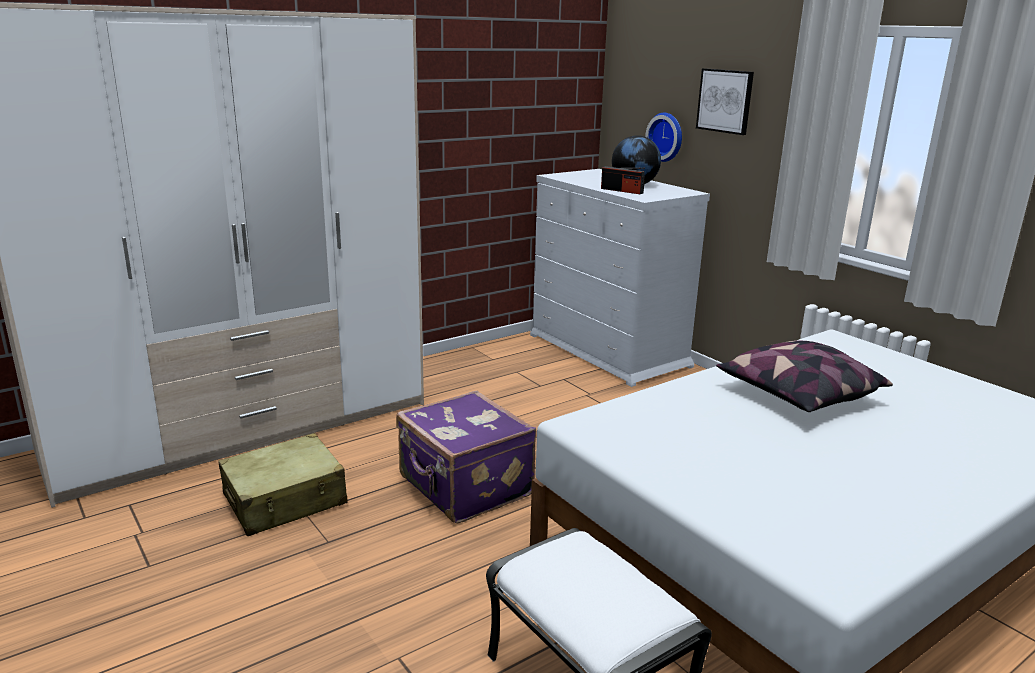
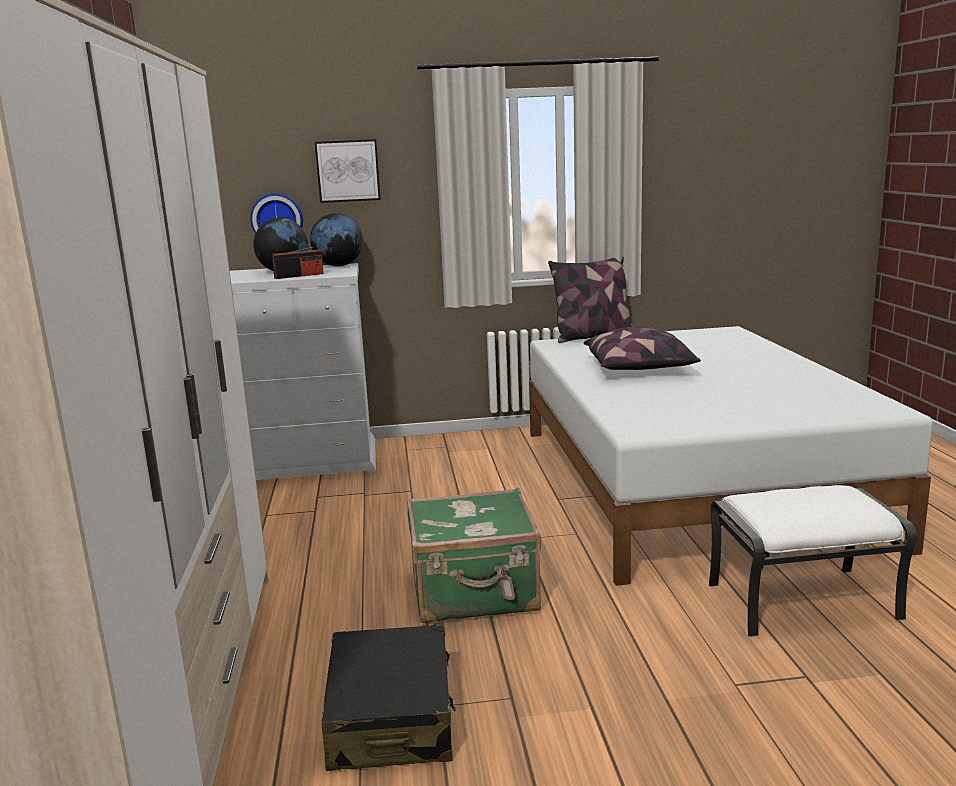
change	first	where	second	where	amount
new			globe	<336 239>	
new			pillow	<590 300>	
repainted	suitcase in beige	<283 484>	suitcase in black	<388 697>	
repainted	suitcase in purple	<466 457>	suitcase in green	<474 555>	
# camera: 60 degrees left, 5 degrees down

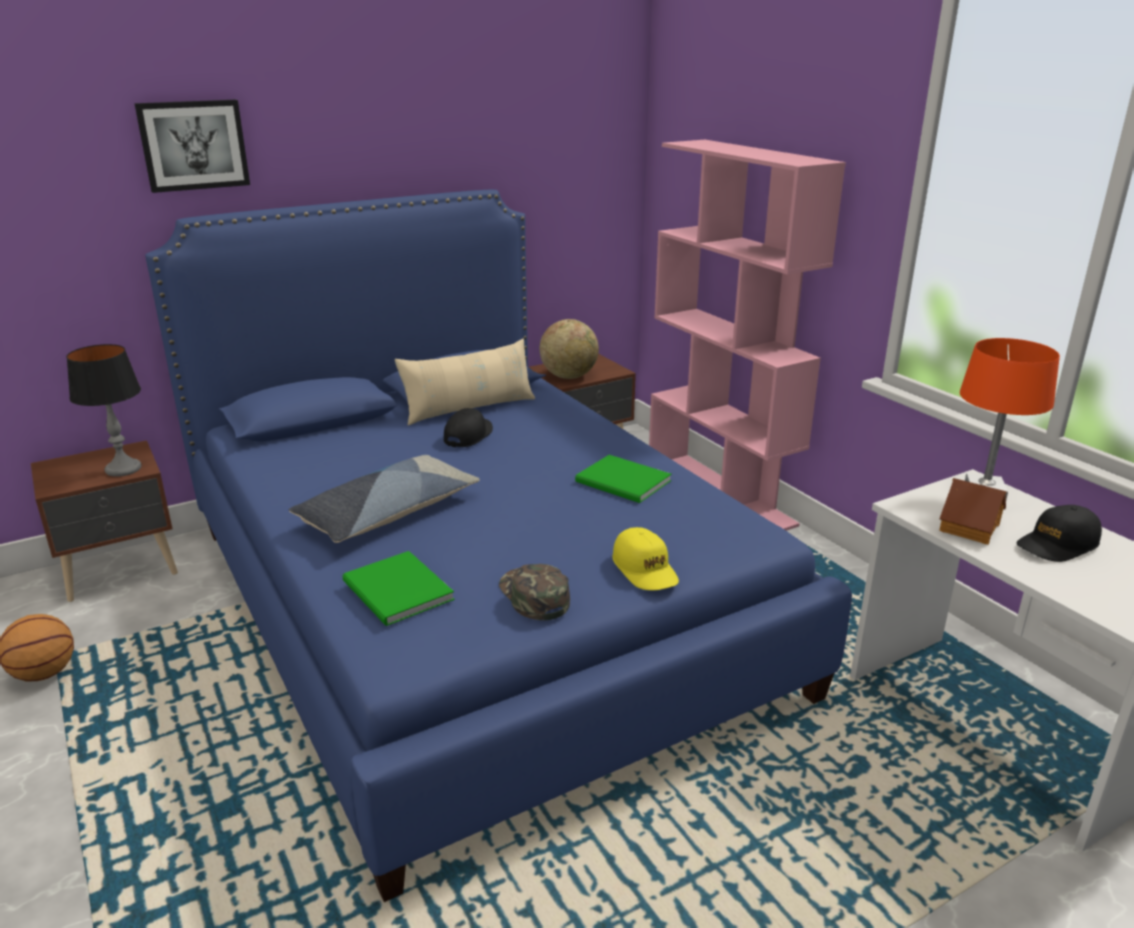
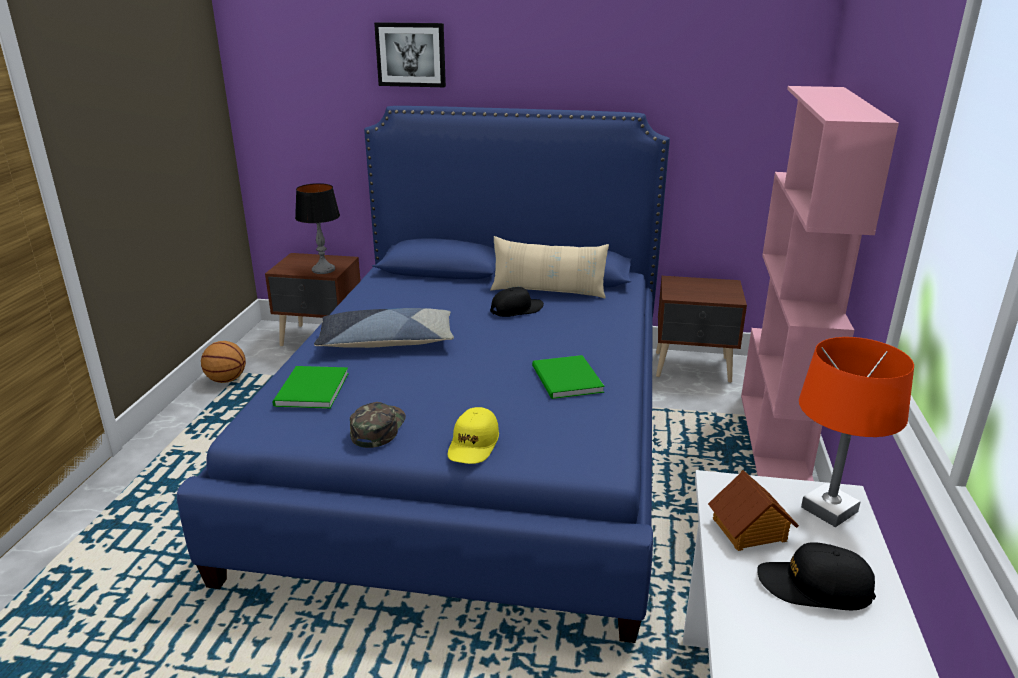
change	first	where	second	where	amount
gone	globe	<569 349>			
# camera: 40 degrees right, 0 degrees up

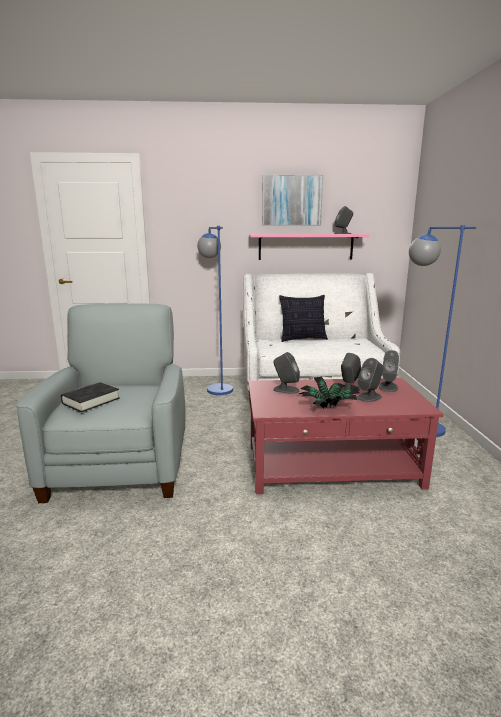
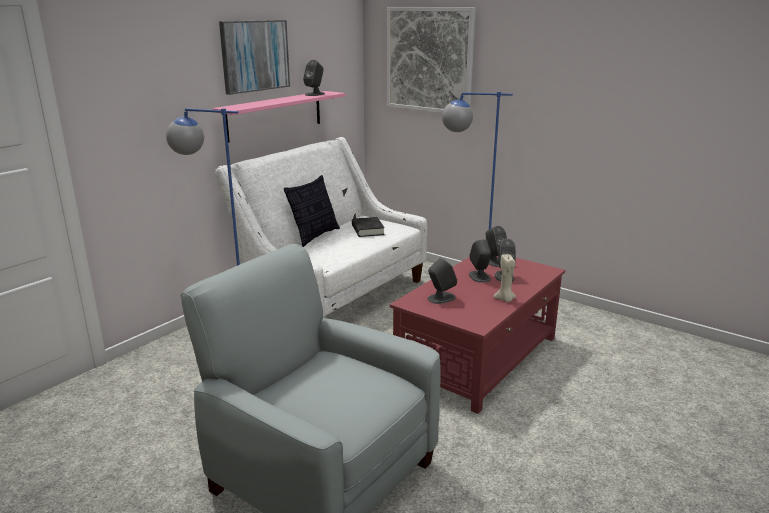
change	first	where	second	where	amount
new			picture	<431 60>	
shifted	book in black	<90 397>		<368 227>	
swapped	potted plant	<329 392>	candle in beige	<505 278>	
# camera: 50 degrees left, 5 degrees up

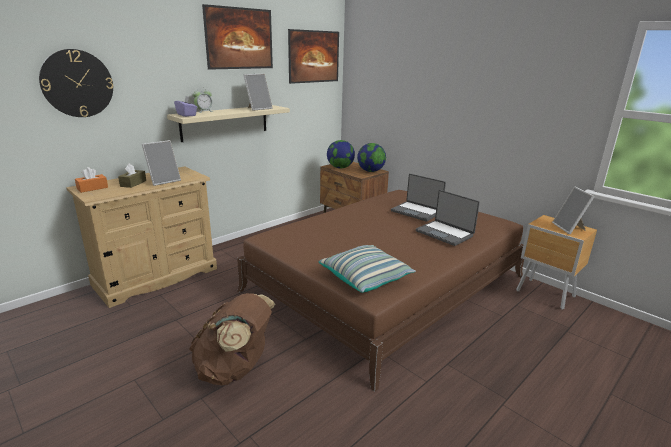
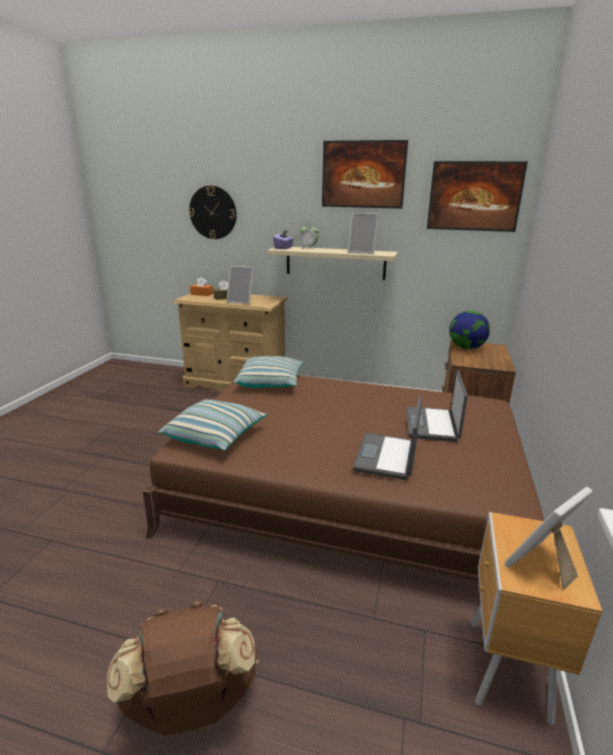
change	first	where	second	where	amount
gone	globe	<371 157>			
new			pillow	<269 372>	
shifted	backpack in brown	<232 339>		<183 668>	
# camera: 60 degrees right, 0 degrees up

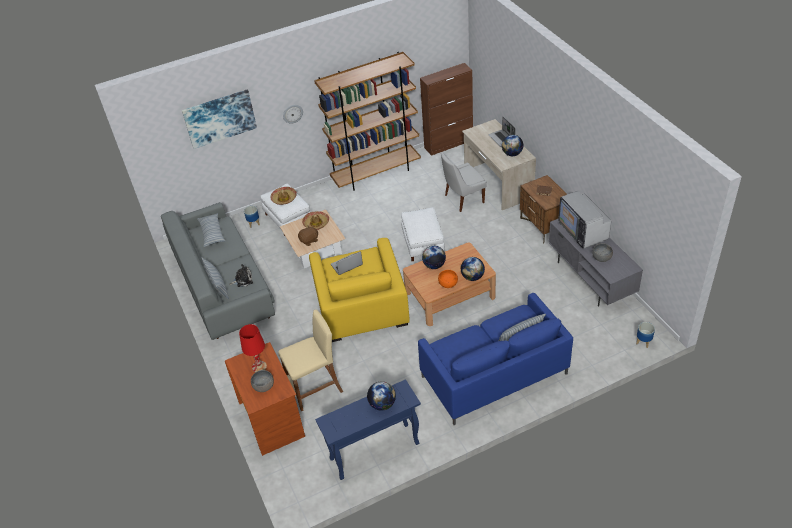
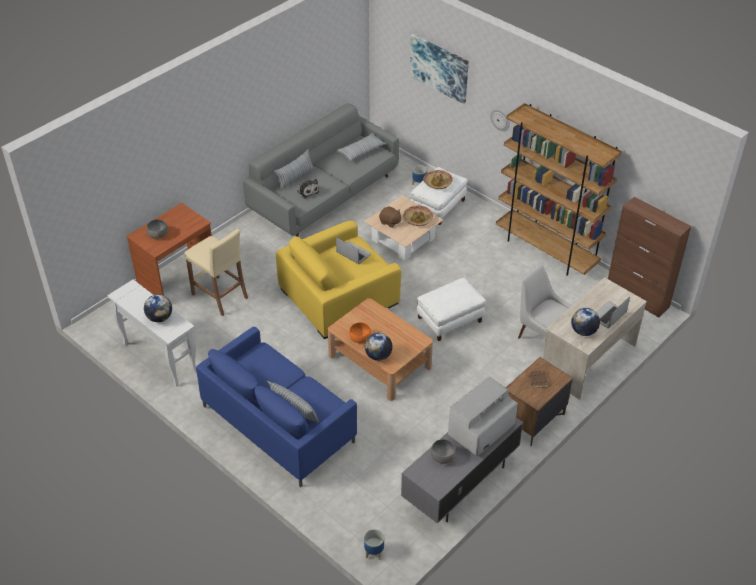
change	first	where	second	where	amount
gone	table lamp in red	<253 348>			
gone	globe	<434 257>			
repainted	console table in blue	<368 429>	console table in white	<152 333>	
# camera: 65 degrees right, 0 degrees up

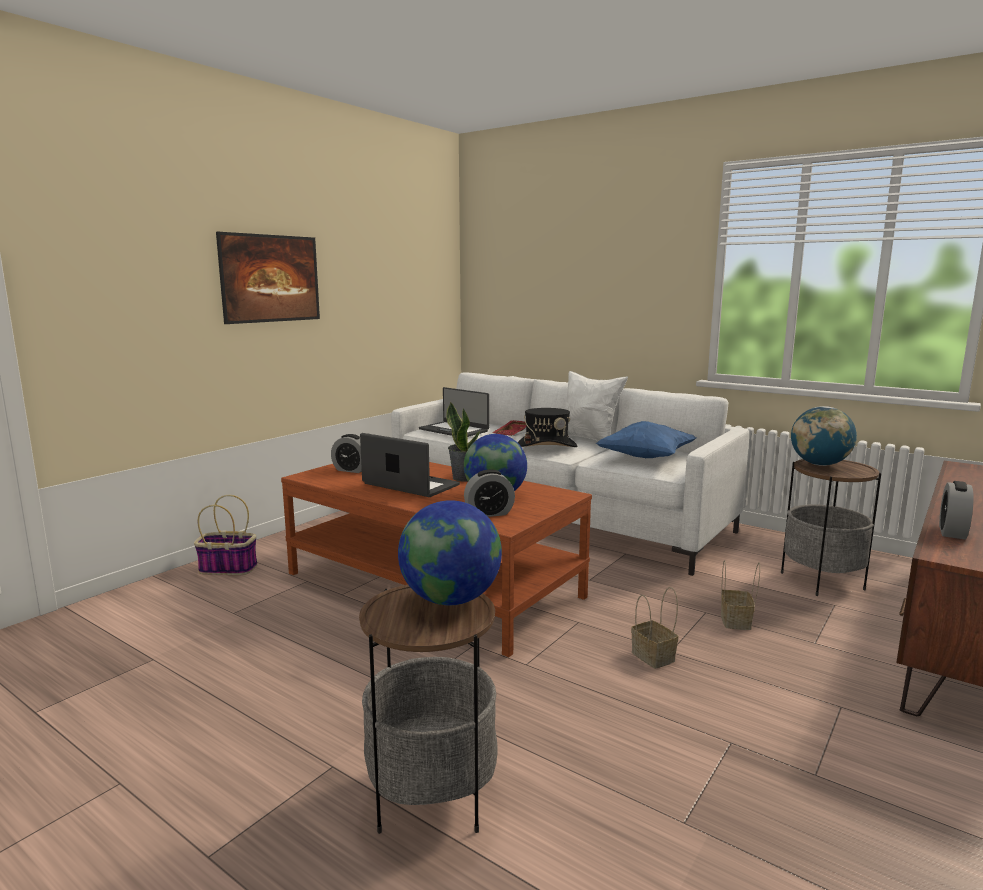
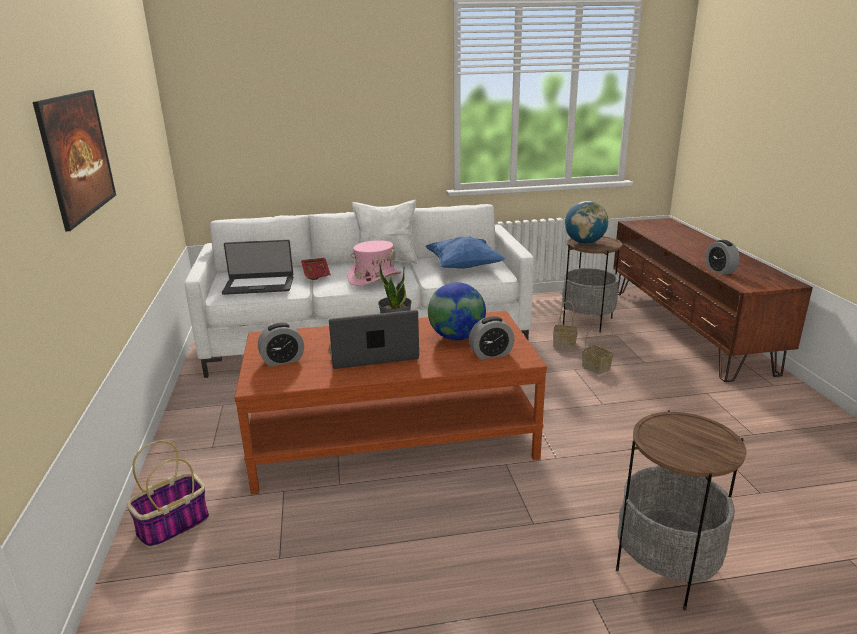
change	first	where	second	where	amount
gone	globe	<450 552>			
shifted	basket	<654 628>		<565 325>	
repainted	hat in black	<547 427>	hat in pink	<375 263>	
rotated	alarm clock	<489 493>		<492 337>	45 degrees clockwise
# camera: 45 degrees left, 10 degrees up

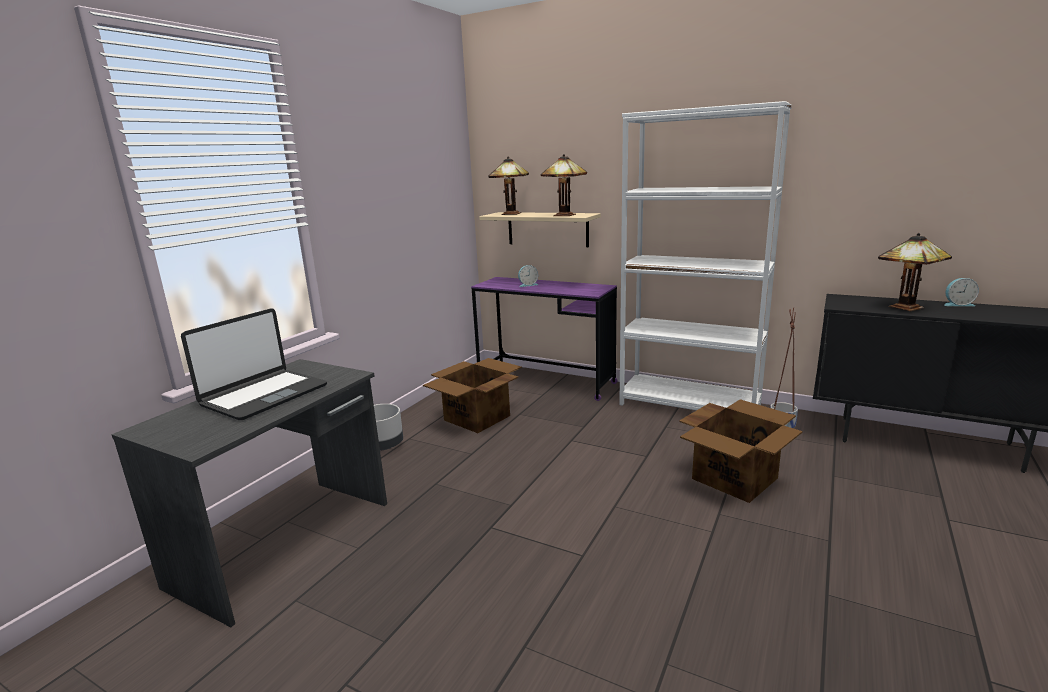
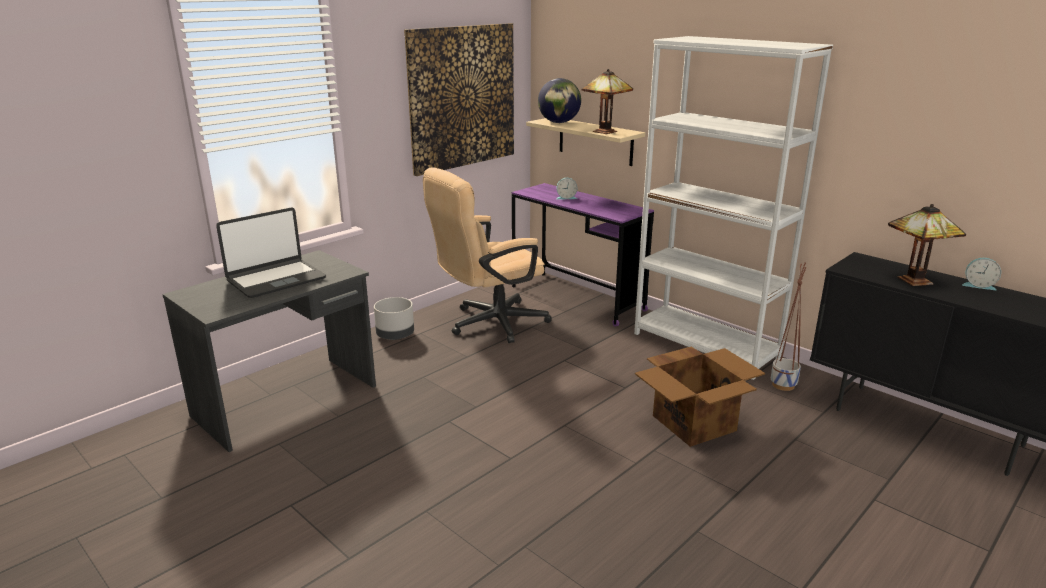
change	first	where	second	where	amount
new			picture	<459 99>	
swapped	cardboard box	<472 395>	office chair in beige	<487 255>	
swapped	table lamp	<508 185>	globe	<559 100>	
# camera: 15 degrees right, 5 degrees up

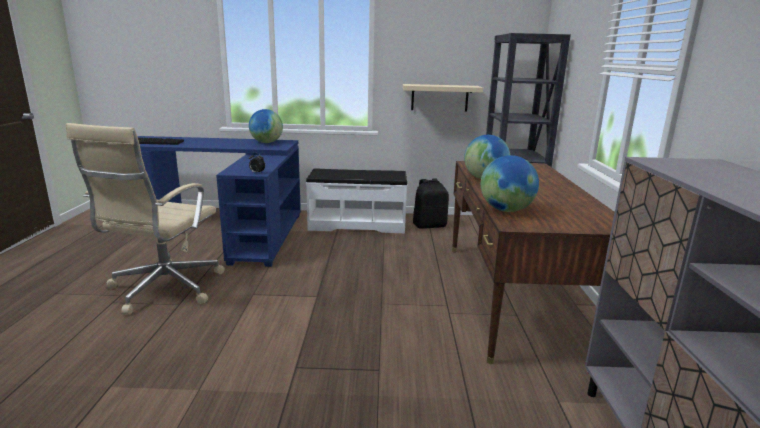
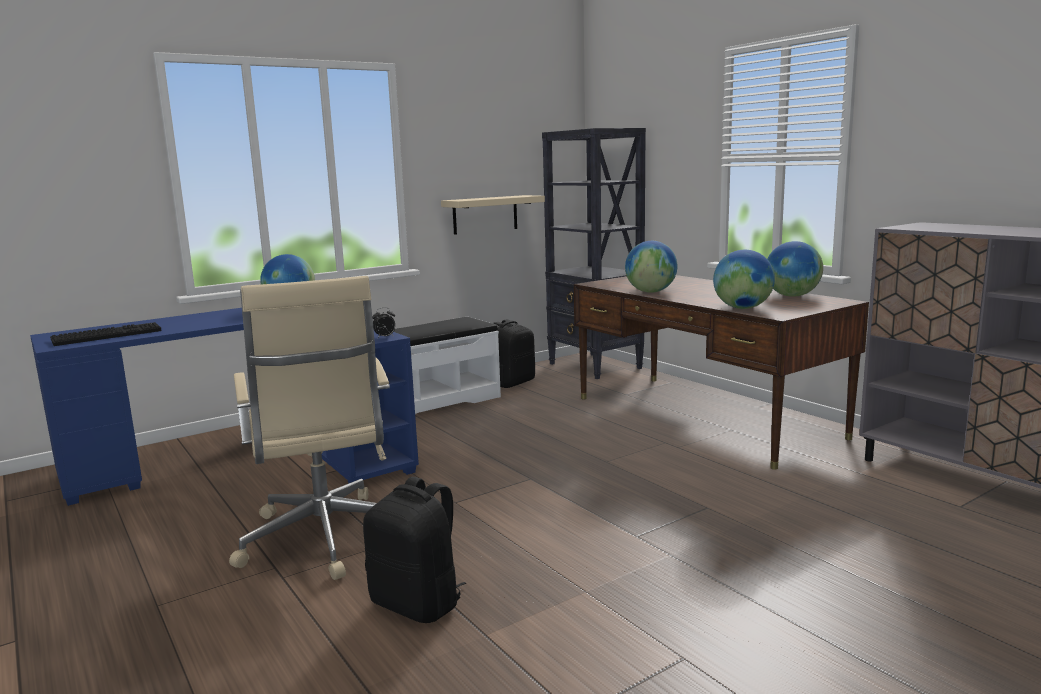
change	first	where	second	where	amount
new			backpack in black	<414 550>	
new			globe	<795 269>	
# camera: 35 degrees left, 5 degrees down

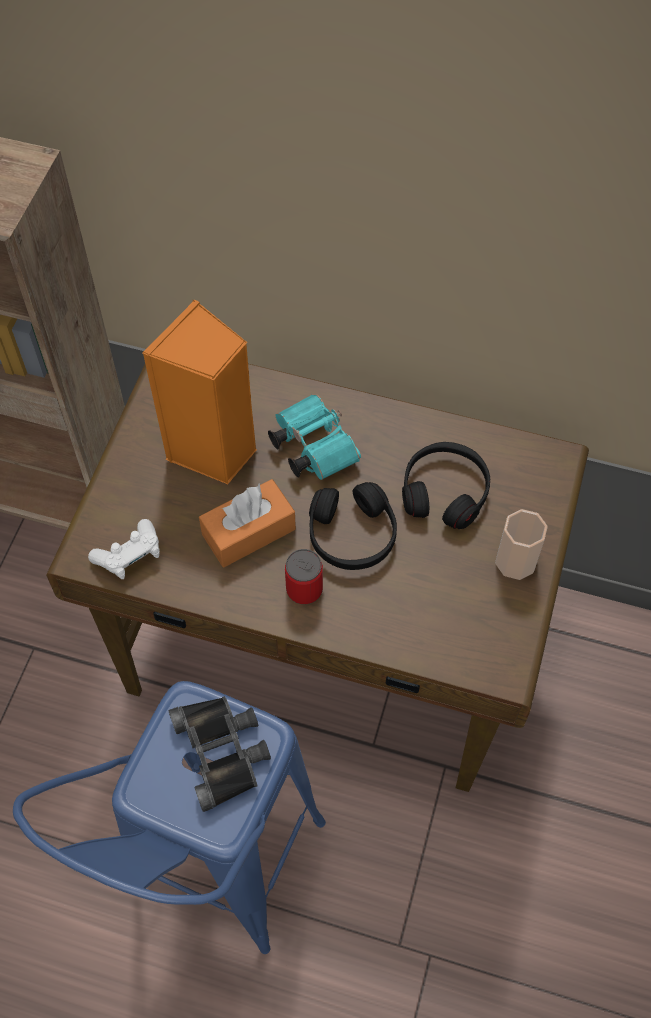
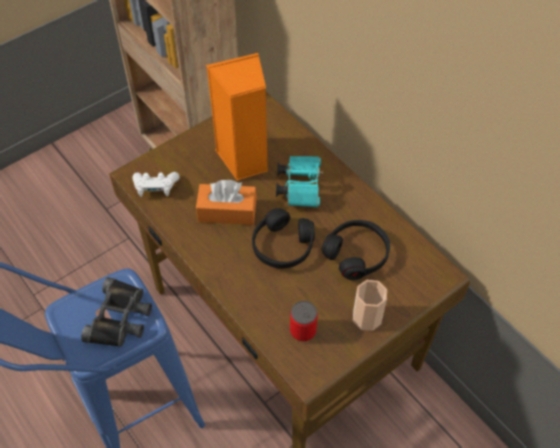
change	first	where	second	where	amount
shifted	can	<304 576>		<304 321>	
# camera: 35 degrees right, 5 degrees down

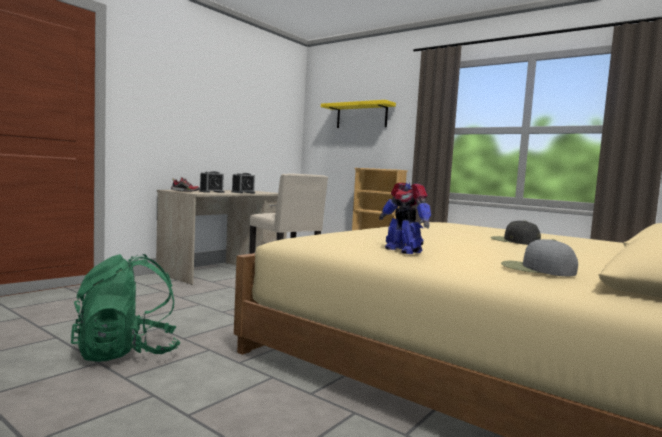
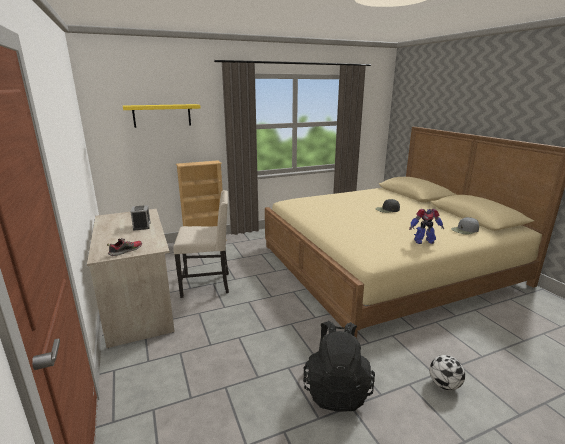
change	first	where	second	where	amount
gone	alarm clock	<211 182>			
new			football	<447 372>	
repainted	backpack in green	<126 308>	backpack in black	<339 366>	
# camera: 60 degrees left, 15 degrees up

